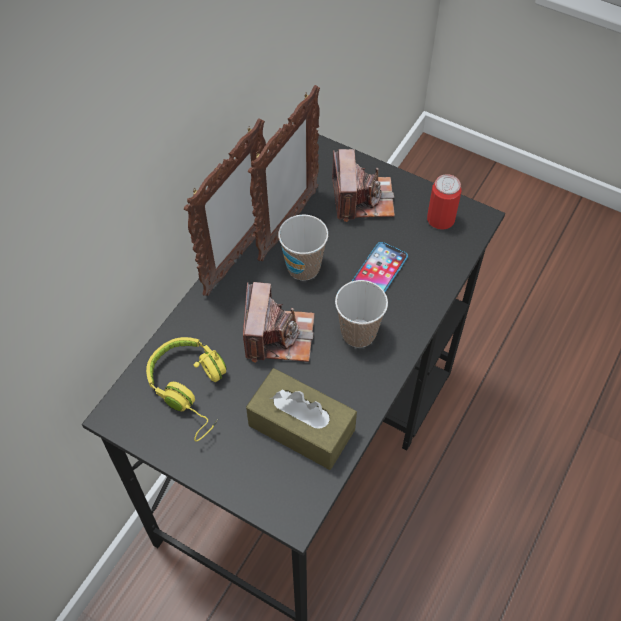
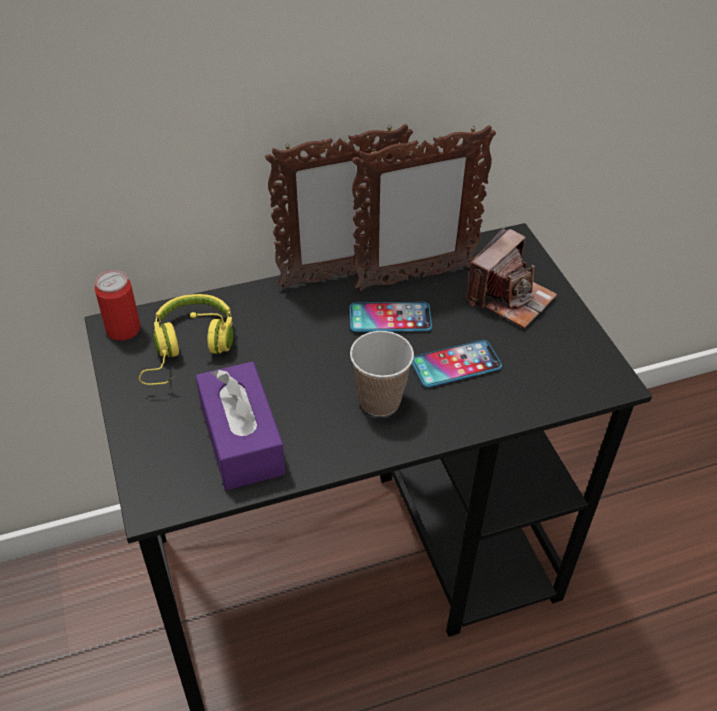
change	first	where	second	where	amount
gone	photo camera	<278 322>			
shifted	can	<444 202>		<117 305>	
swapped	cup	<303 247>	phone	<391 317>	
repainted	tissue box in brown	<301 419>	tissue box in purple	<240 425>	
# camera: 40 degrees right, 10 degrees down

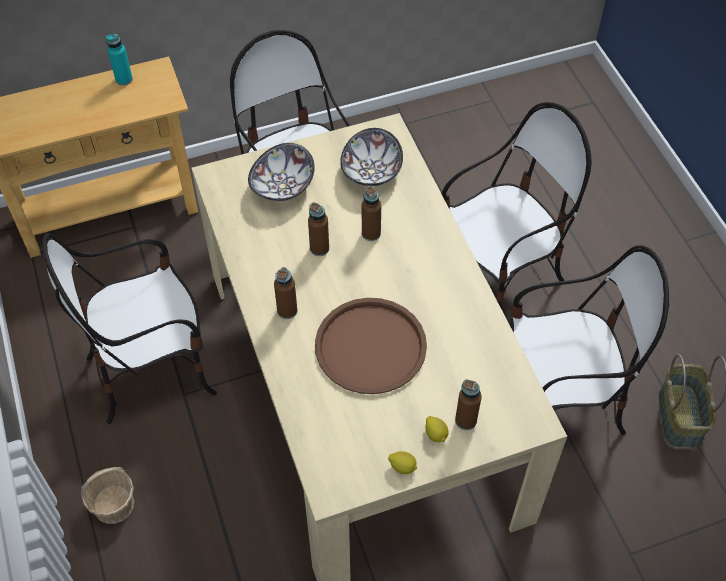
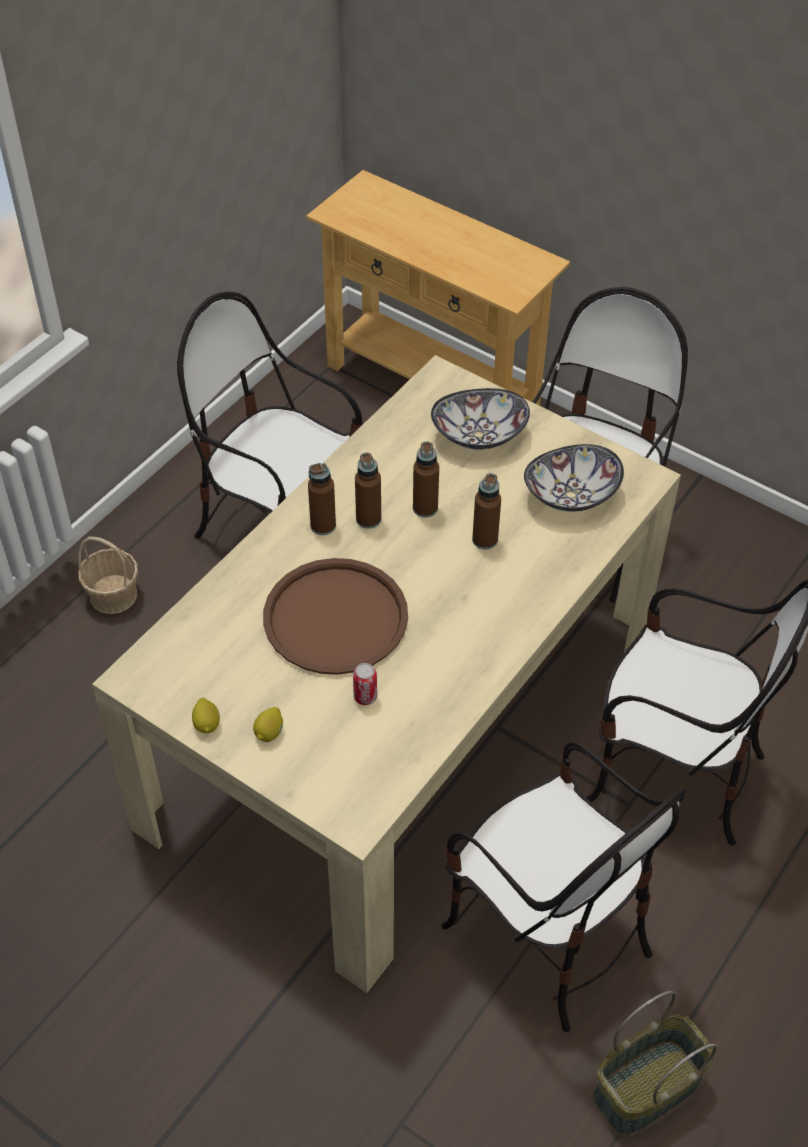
change	first	where	second	where	amount
gone	bottle in turquoise	<119 59>			
new			can	<365 684>	
shifted	bottle in brown	<468 405>		<368 491>	
# camera: 55 degrees right, 5 degrees down

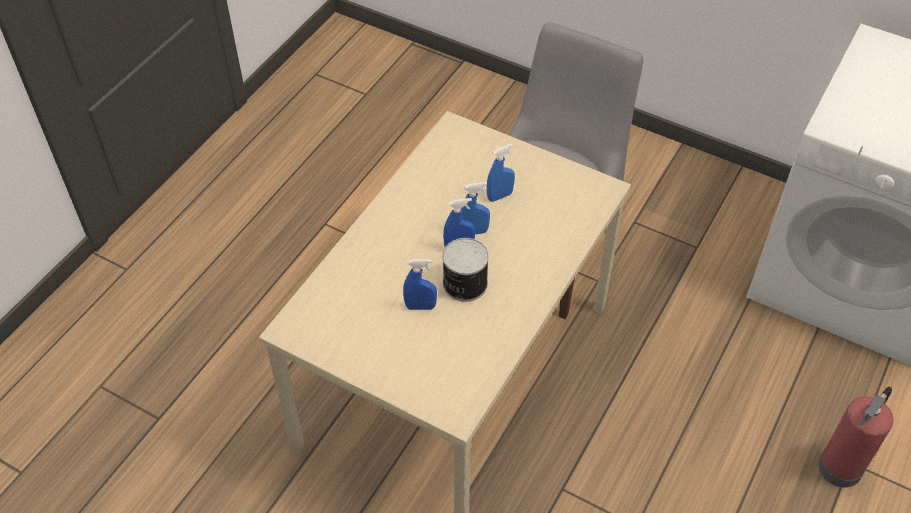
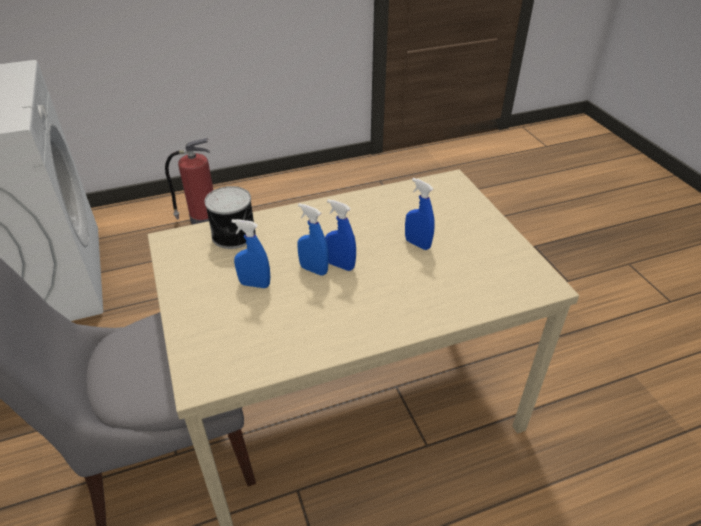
change	first	where	second	where	amount
shifted	can	<466 270>		<230 217>	
# camera: 140 degrees left, 10 degrees down

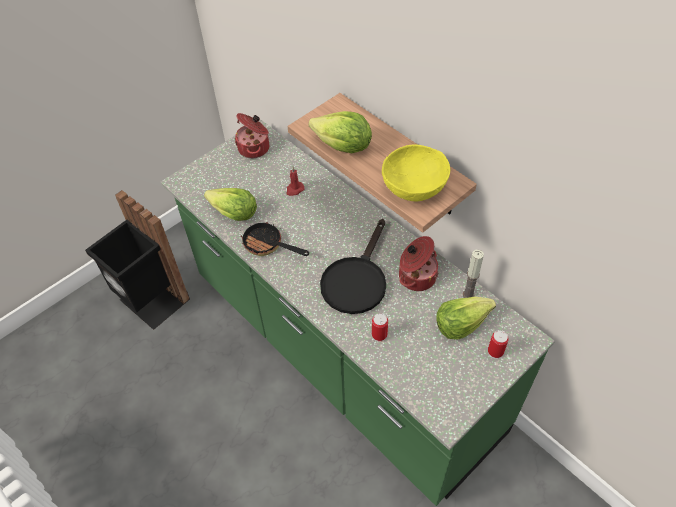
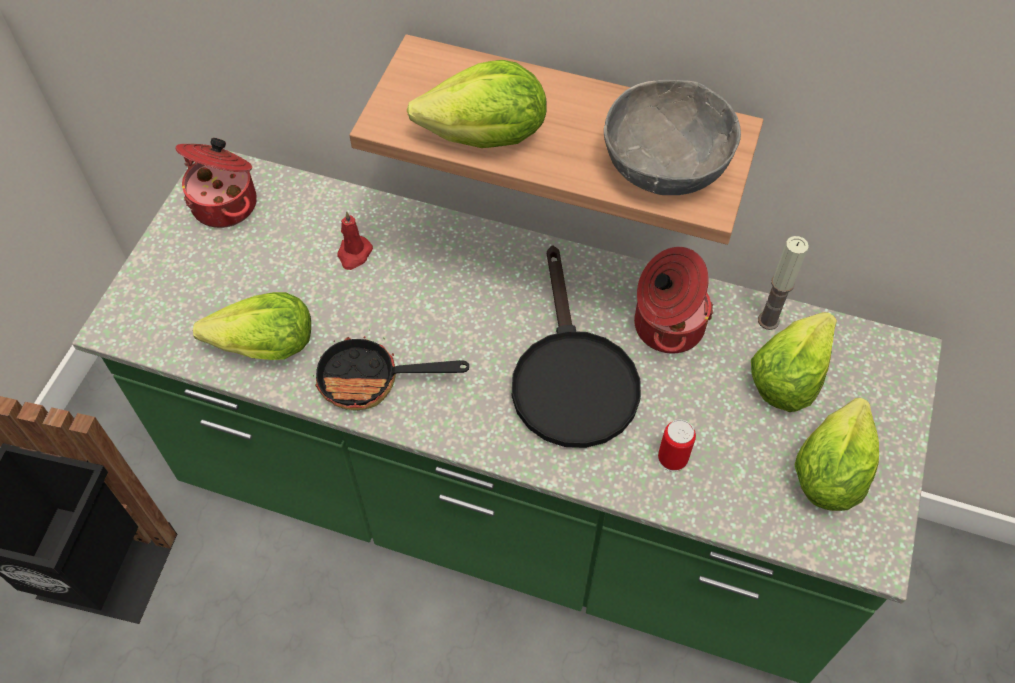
change	first	where	second	where	amount
gone	can	<498 344>			
new			lettuce	<837 454>	
repainted	bowl in yellow	<416 172>	bowl in grey	<672 137>	
# camera: 30 degrees left, 5 degrees up

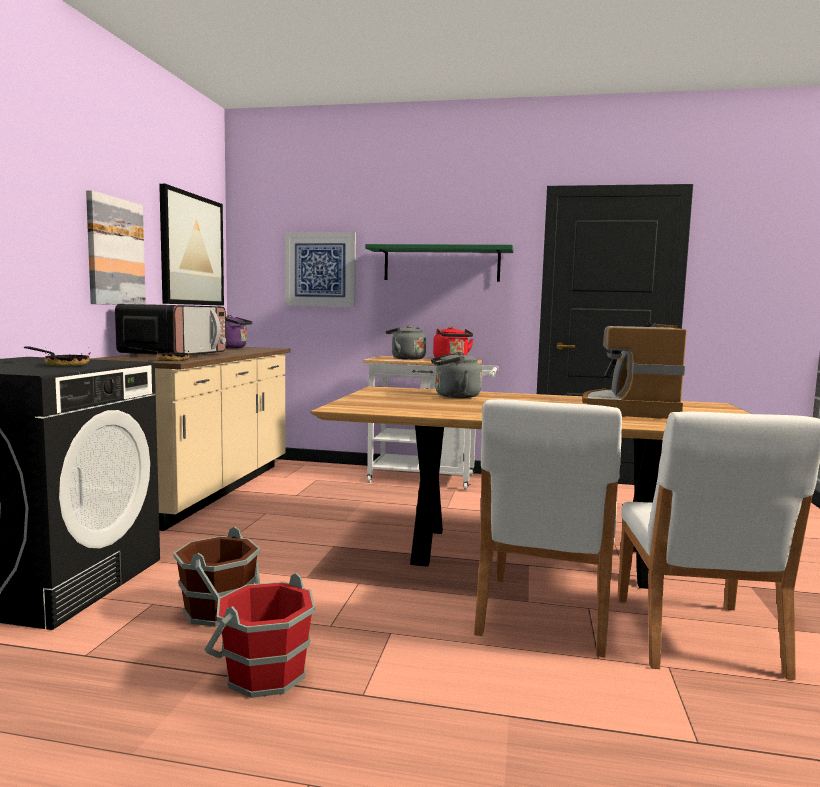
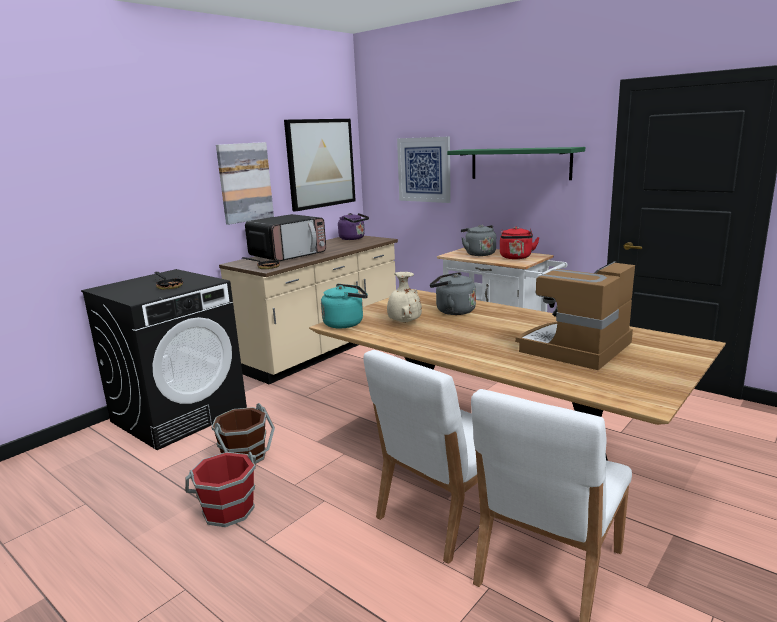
change	first	where	second	where	amount
new			kettle in turquoise	<344 306>	
new			vase in beige	<404 297>	
# camera: 30 degrees right, 10 degrees up

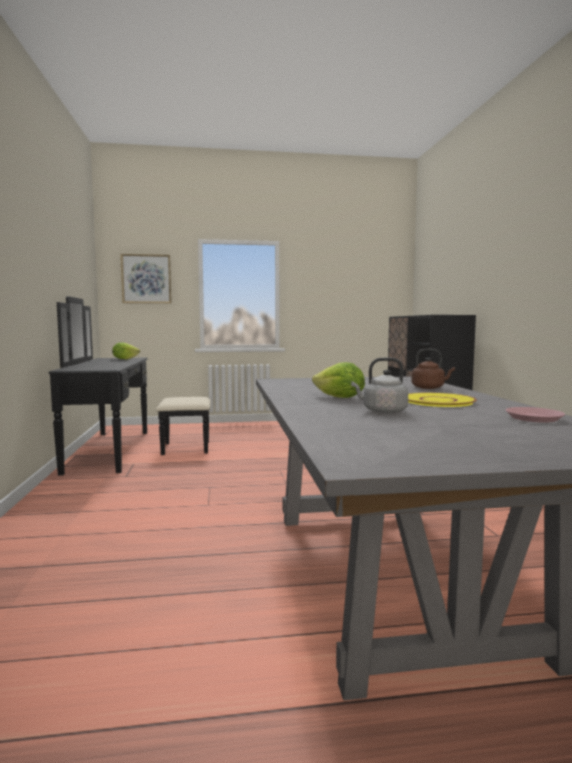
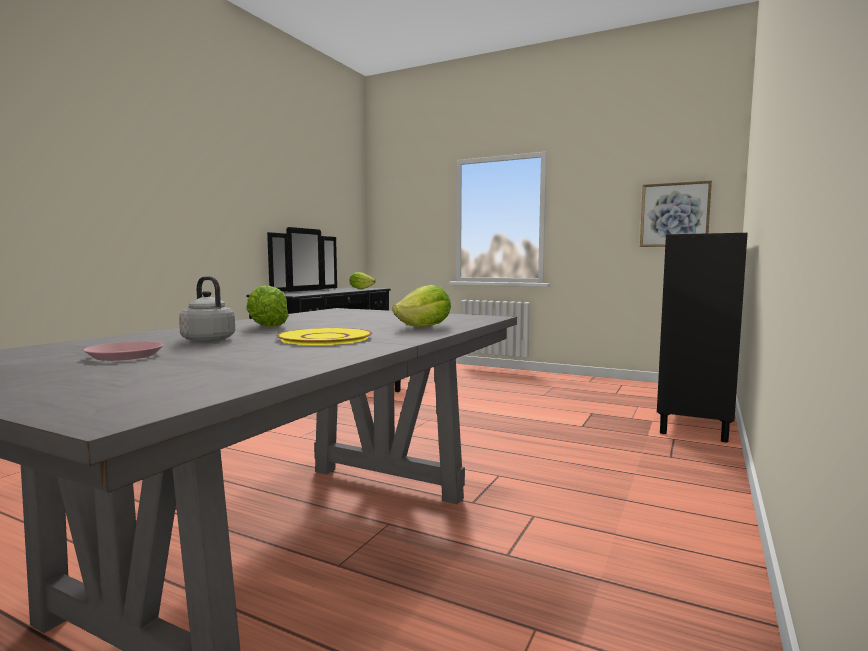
change	first	where	second	where	amount
shifted	picture	<146 279>		<676 213>	
shifted	plate in pink	<535 415>		<123 351>	
swapped	kettle in brown	<433 369>	lettuce	<421 306>	
# camera: 35 degrees right, 0 degrees up

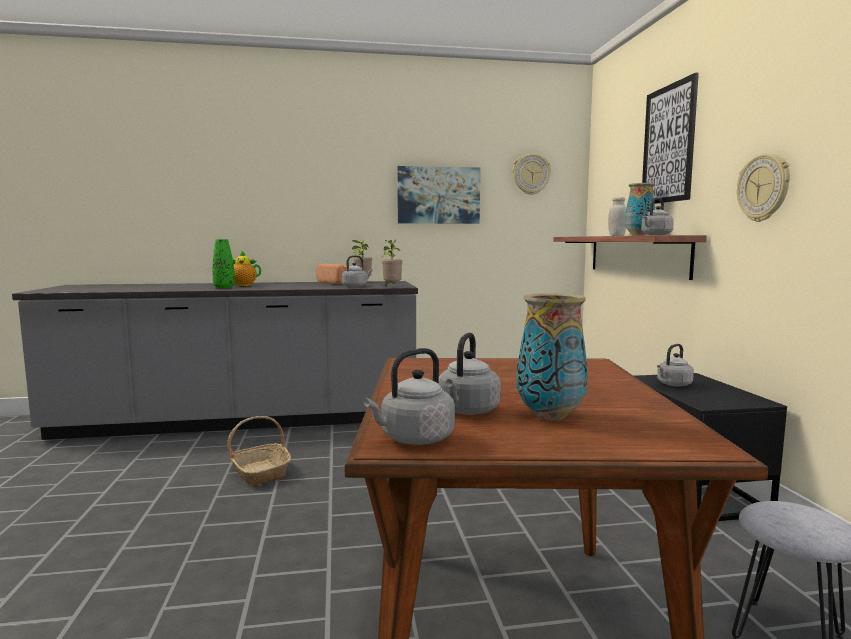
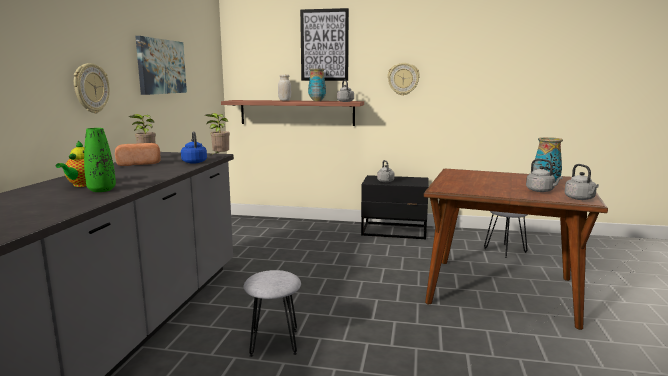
change	first	where	second	where	amount
shifted	wall clock	<532 174>		<92 88>	
swapped	basket	<259 451>	stool in grey	<272 313>	
repainted	kettle in grey	<357 271>	kettle in blue	<194 147>	
# camera: 70 degrees left, 5 degrees up

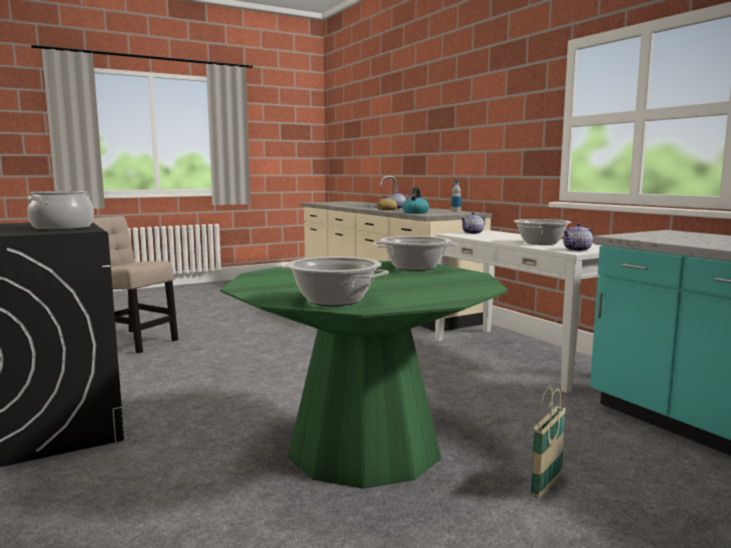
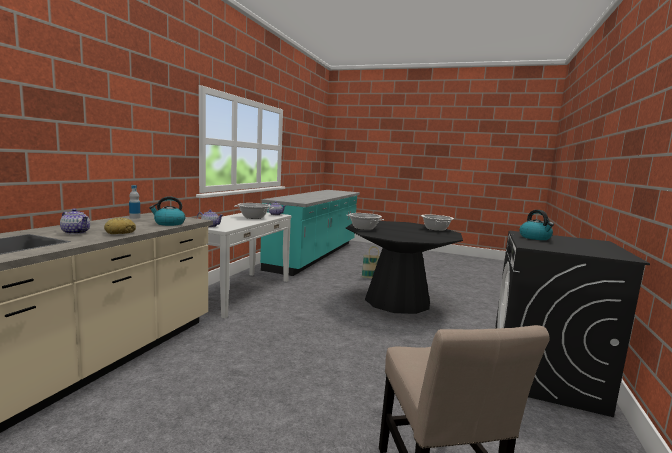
change	first	where	second	where	amount
swapped	cooking pot	<60 210>	kettle	<536 225>	
repainted	dining table in green	<364 375>	dining table in black	<404 267>	
# camera: 130 degrees left, 0 degrees up

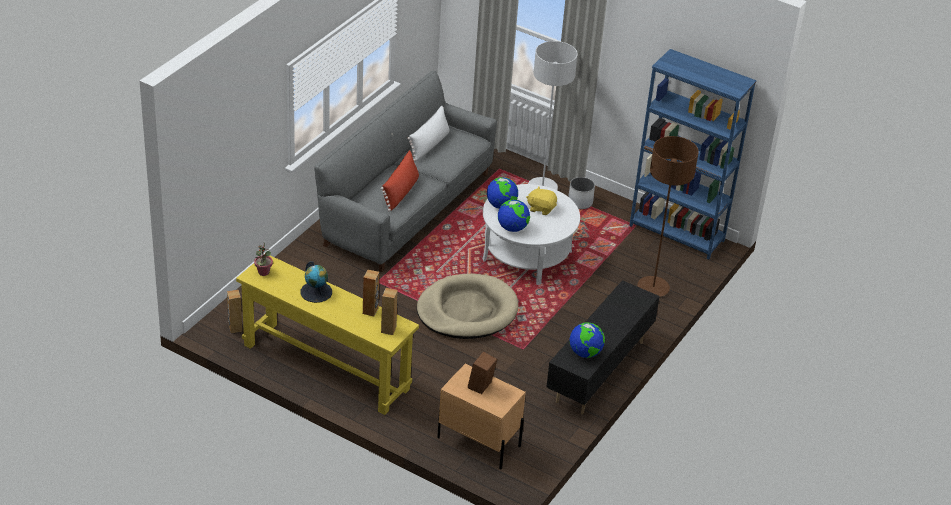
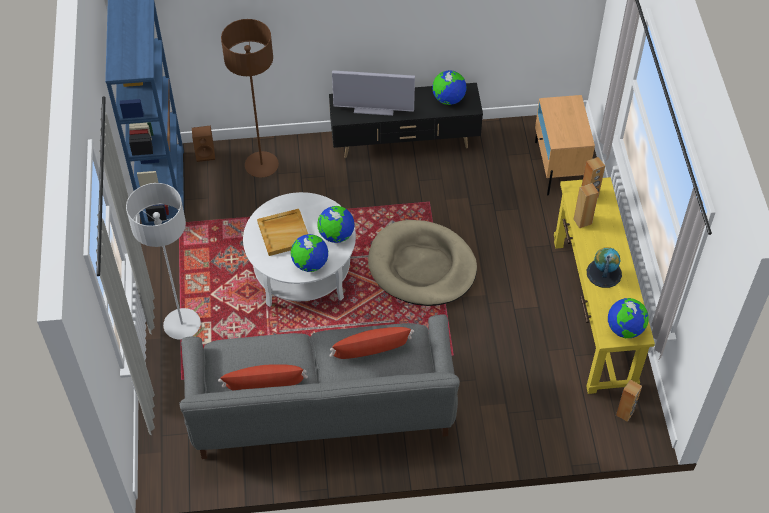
change	first	where	second	where	amount
gone	planter in white	<581 193>			
new			television	<373 93>	
shifted	speaker in brown	<482 373>		<203 144>	
swapped	potted plant	<263 259>	globe	<628 318>	
swapped	plush toy in yellow	<541 201>	tray in beige	<282 232>	
repainted	pillow in white	<428 133>	pillow in red	<263 377>	
# camera: 125 degrees left, 15 degrees up

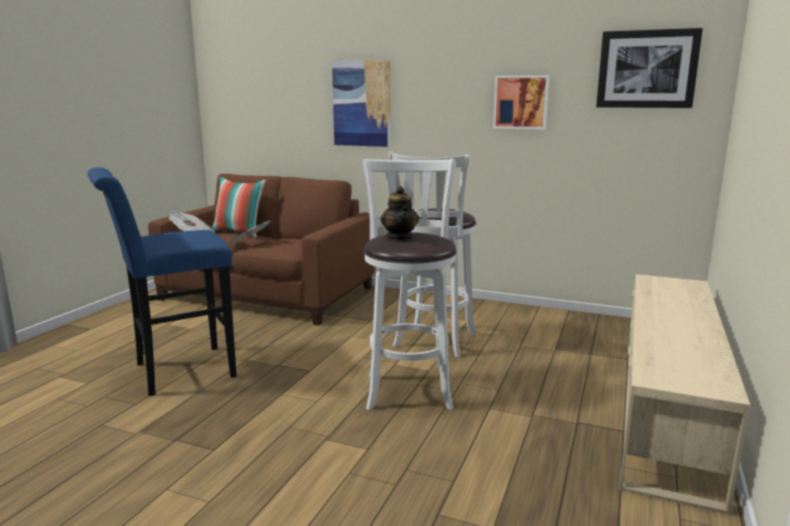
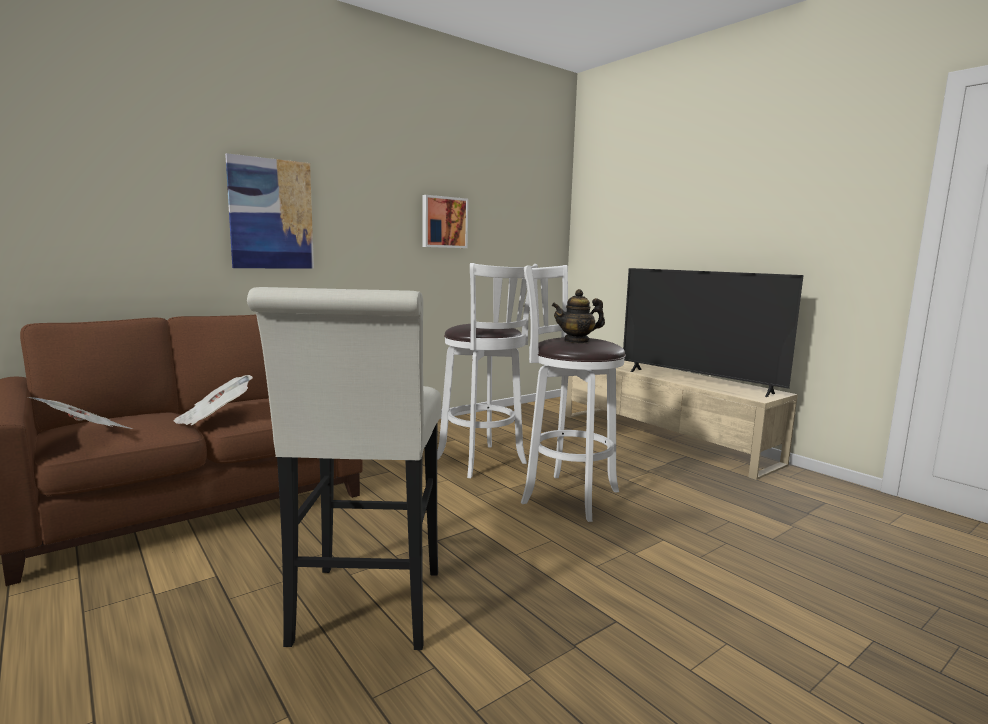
change	first	where	second	where	amount
gone	pillow	<238 207>			
gone	picture	<649 68>			
new			television	<713 332>	
repainted	stool in blue	<162 281>	stool in white	<344 468>	
rotated	teapot	<399 213>		<578 316>	150 degrees clockwise
# camera: 60 degrees left, 5 degrees down

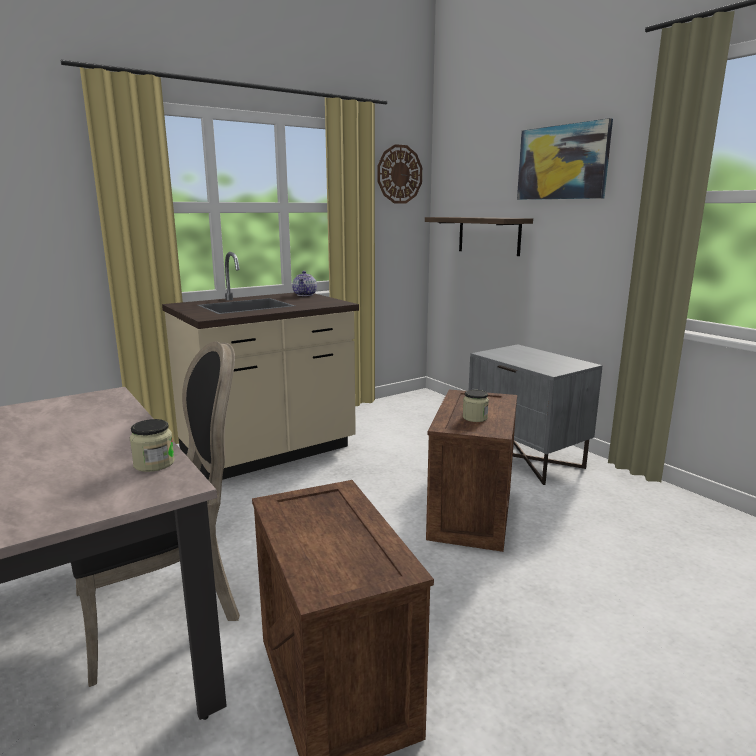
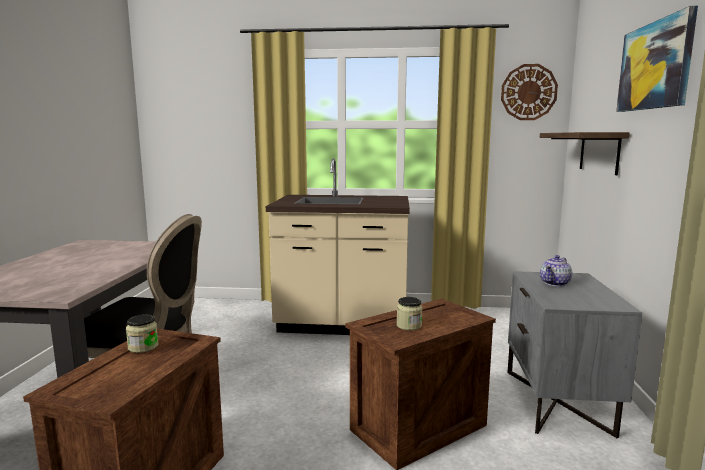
change	first	where	second	where	amount
shifted	jar	<152 445>		<142 333>	
shifted	teapot	<304 283>		<556 270>	
# camera: 40 degrees right, 5 degrees down

